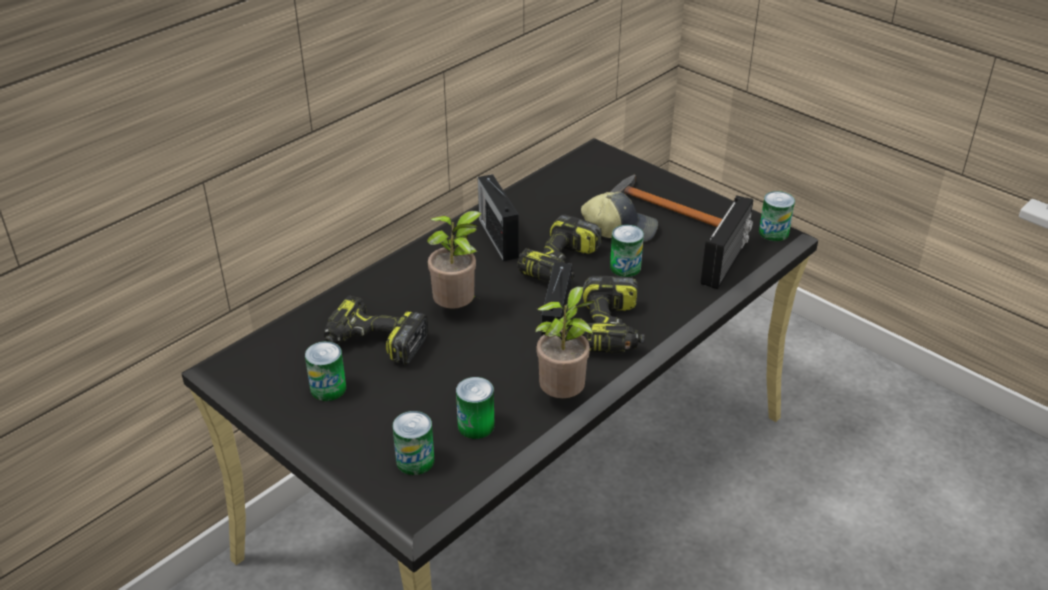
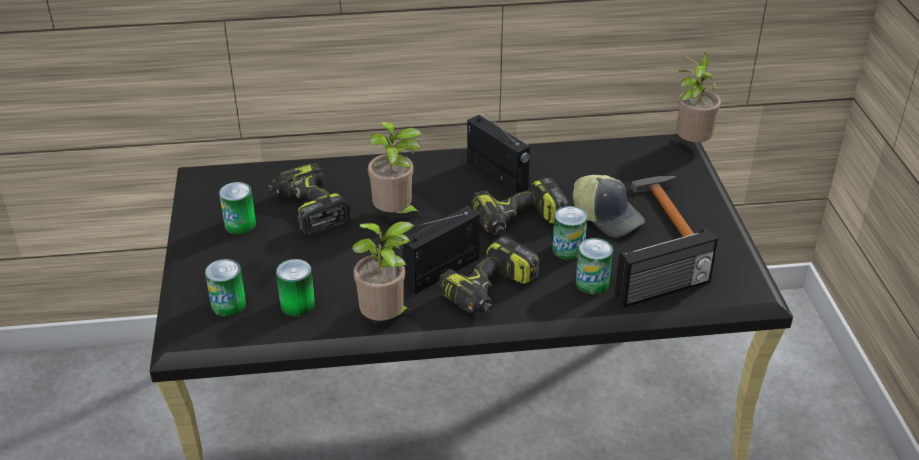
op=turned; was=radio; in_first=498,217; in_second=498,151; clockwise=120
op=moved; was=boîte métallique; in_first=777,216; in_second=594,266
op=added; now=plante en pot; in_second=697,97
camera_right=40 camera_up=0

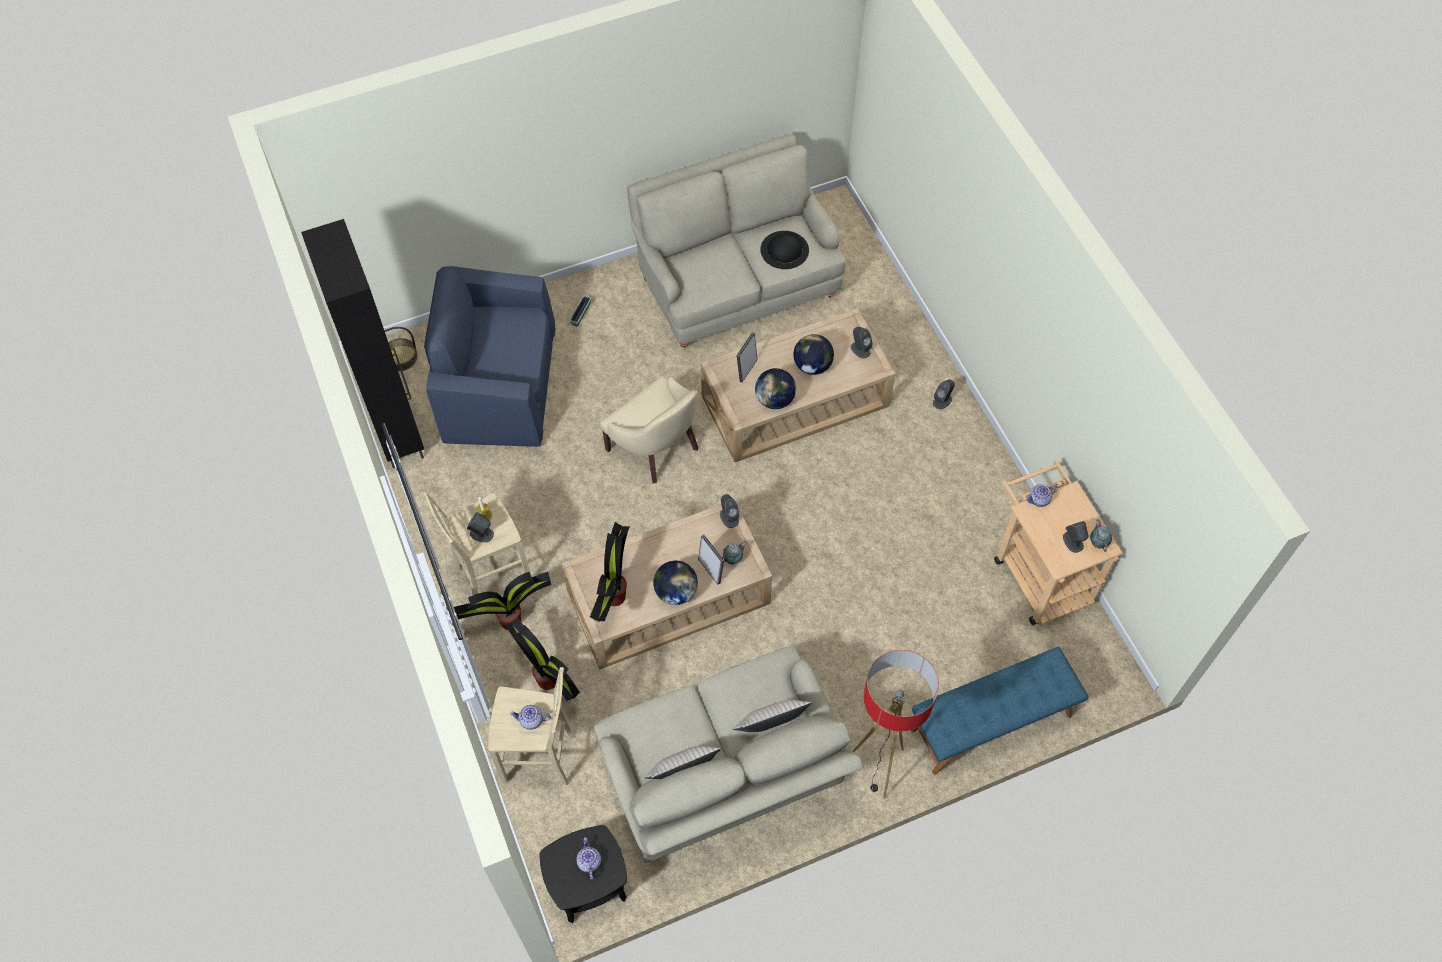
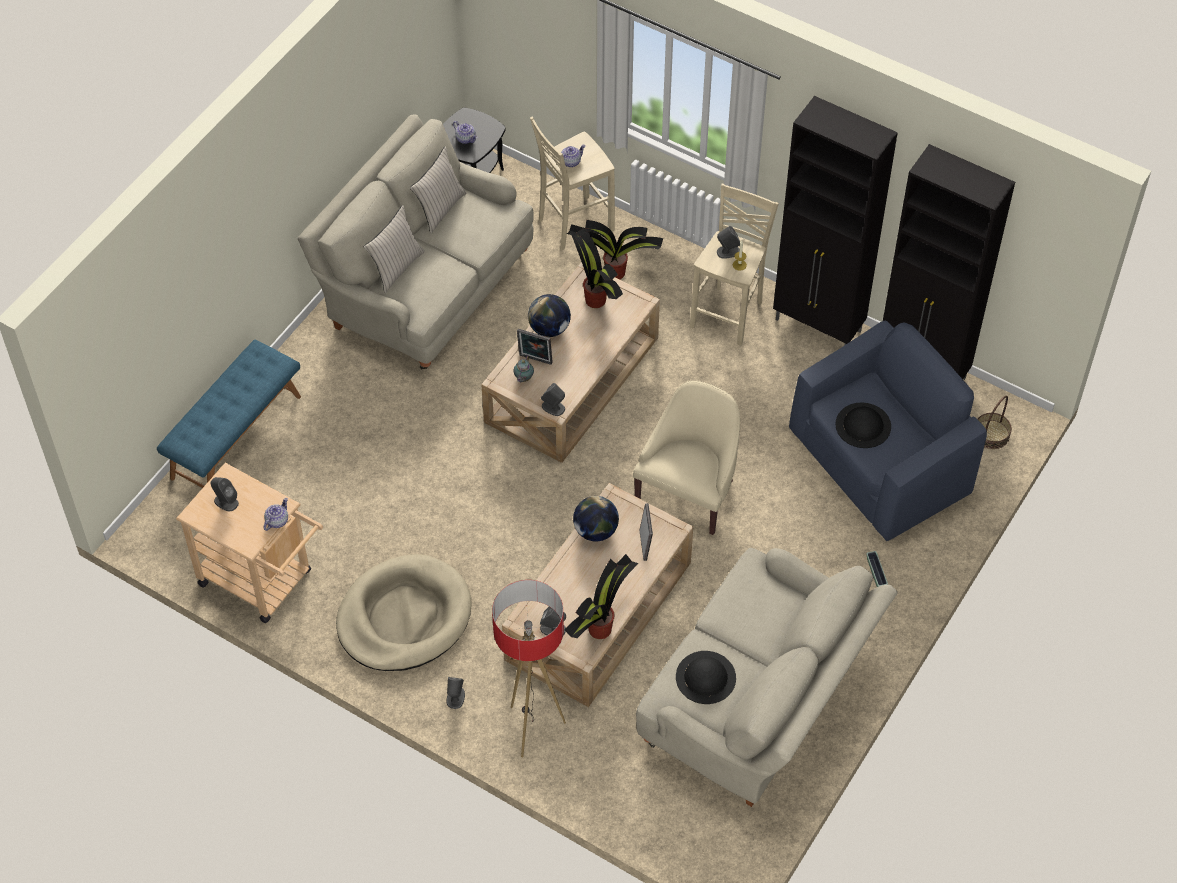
op=removed; was=globe; in_first=813,354
op=turned; was=fauteuil (beige); in_first=649,429; in_second=686,458; clockwise=105
op=removed; was=théière; in_first=1101,535
op=moved; was=plante en pot; in_first=502,601; in_second=601,596
op=moved; was=lampadaire; in_first=895,724; in_second=529,668
op=added; now=meuble de rangement (noir); in_second=835,221
op=added; now=chapeau (noir); in_second=863,425
op=added; now=panier pour chien (beige); in_second=404,612
camera_right=145 camera_up=-5

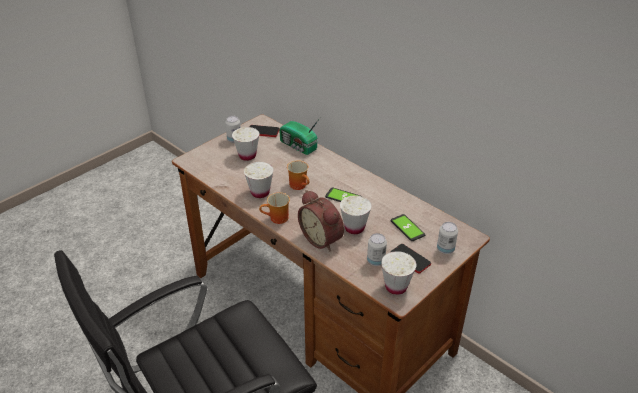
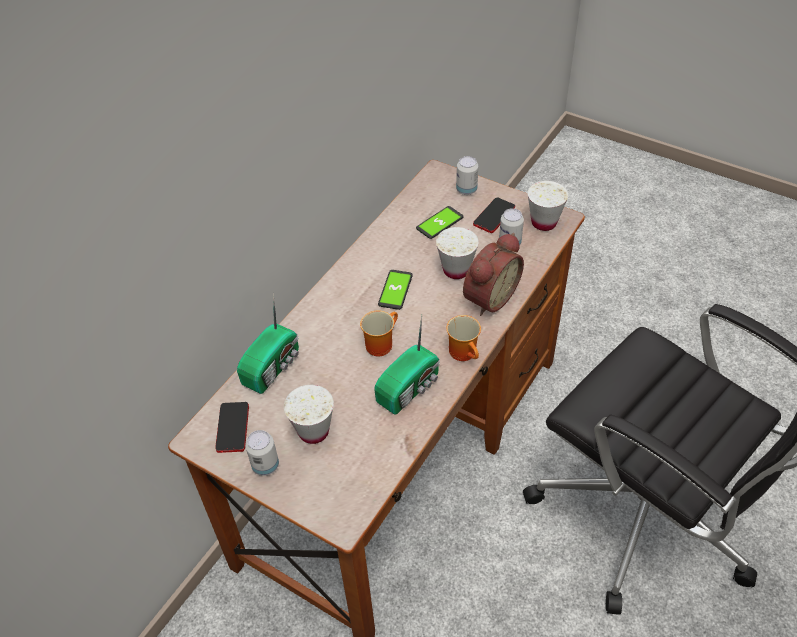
op=replaced; was=tasse (blanc); now=radio; in_first=258,180; in_second=407,365
camera_right=-100 camera_up=10

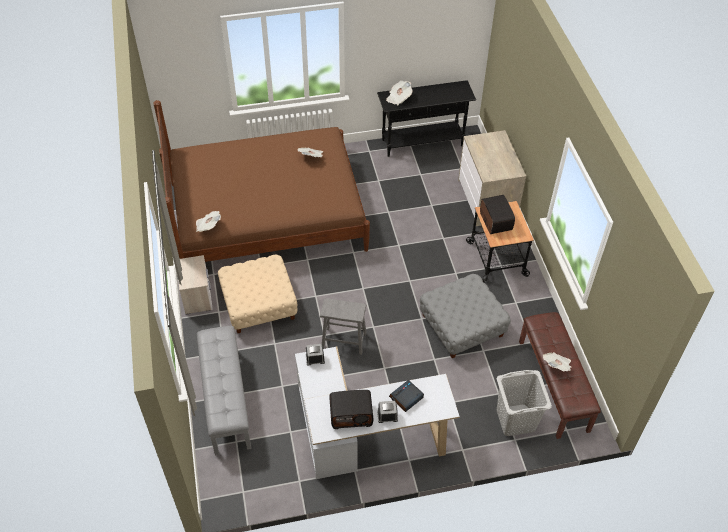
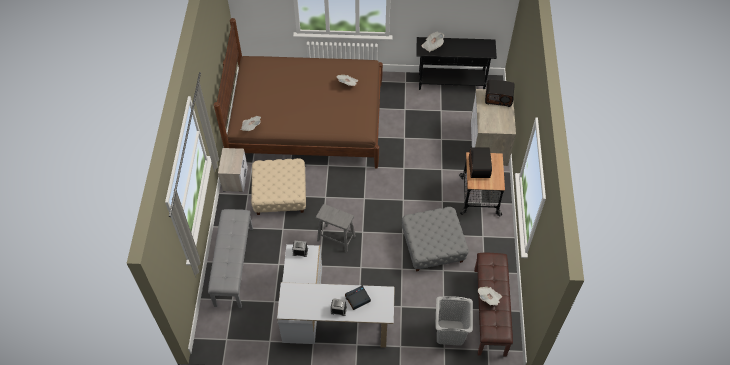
op=moved; was=radio; in_first=351,409; in_second=500,93
camera_right=15 camera_up=5

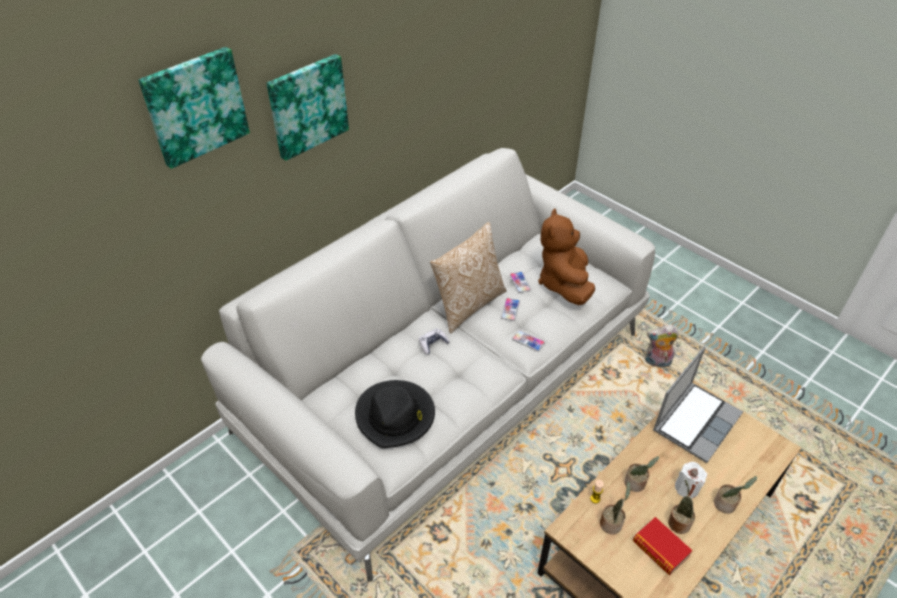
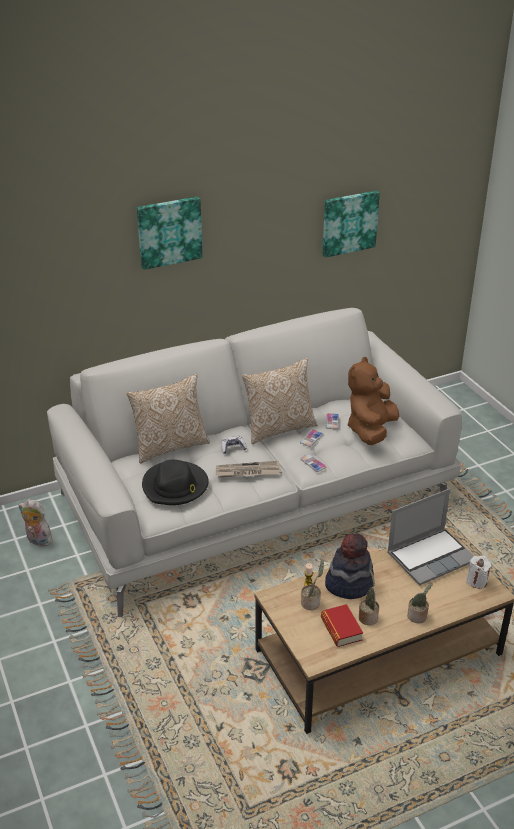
op=moved; was=tableau; in_first=194,108; in_second=351,224
op=moved; was=peluche; in_first=662,346; in_second=35,523
op=replaced; was=plante en pot; now=chapeau; in_first=641,474; in_second=349,566
op=moved; was=bougie (blanc); in_first=691,480; in_second=478,572
op=added; now=coussin; in_second=168,418
op=added; now=journal; in_second=249,469
camera_right=20 camera_up=-10

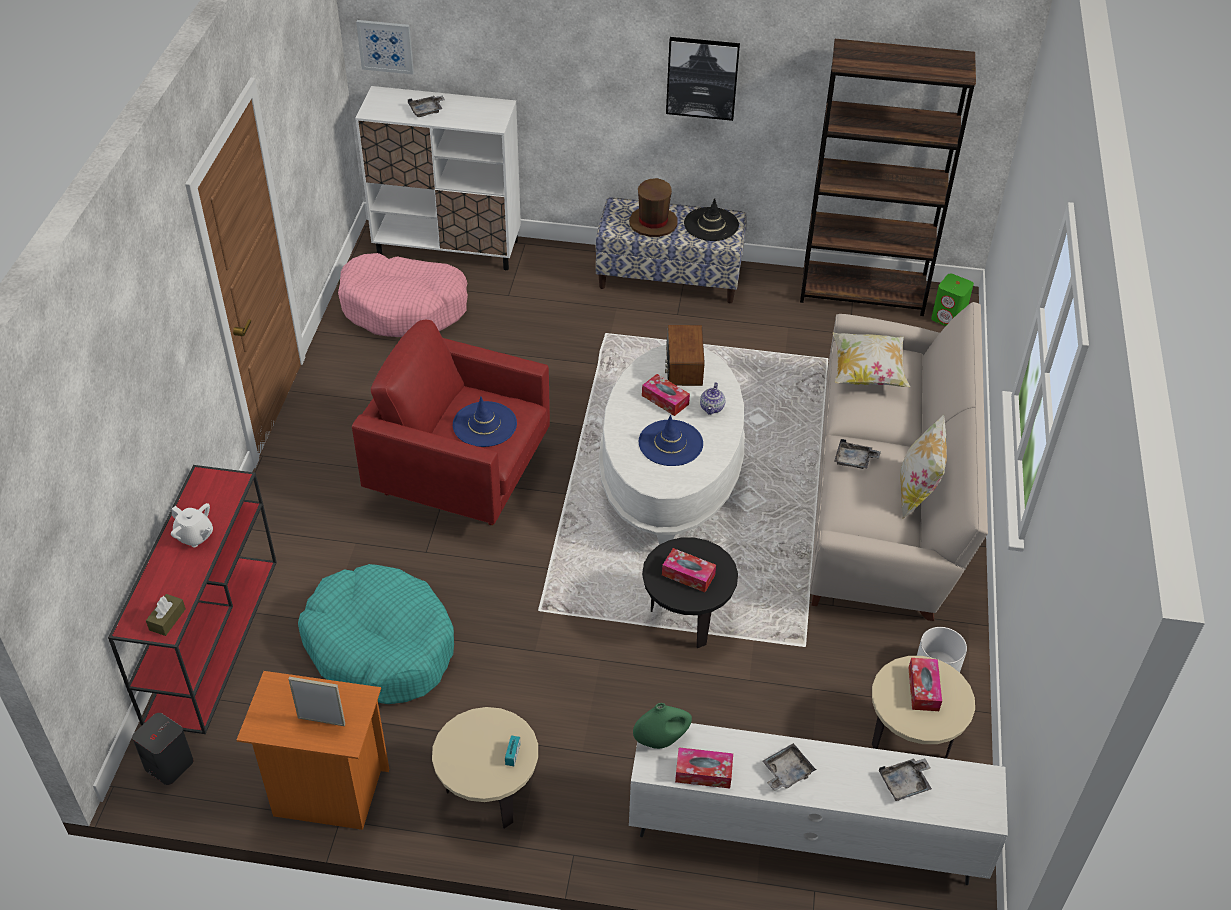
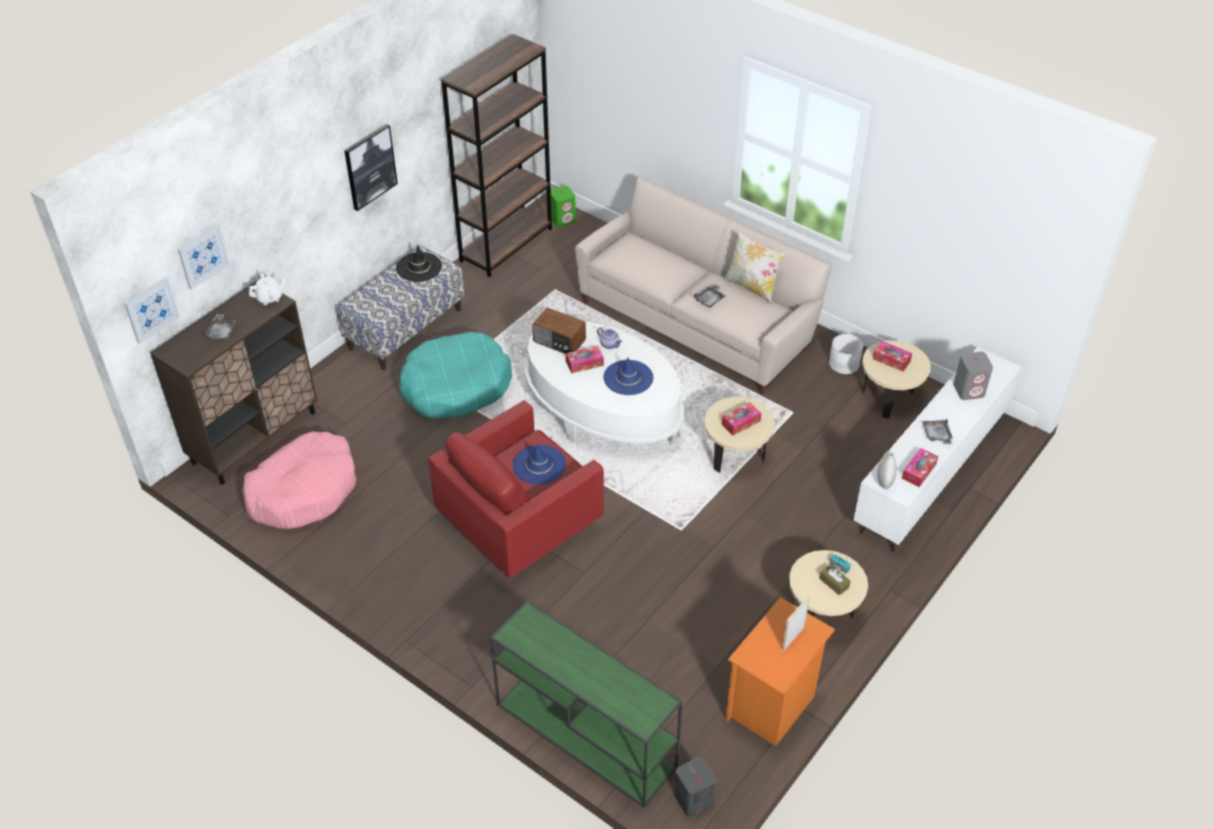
op=recoloured; was=meuble de rangement (blanc); now=meuble de rangement (marron); in_first=438,178; in_second=233,382
op=removed; was=chapeau (marron); in_first=653,207
op=removed; was=coussin; in_first=871,359
op=recoloured; was=table console (rouge); now=table console (vert); in_first=192,599; in_second=586,704
op=moved; was=théière (blanc); in_first=192,525; in_second=267,289
op=recoloured; was=table d'appoint (noir); now=table d'appoint (beige); in_first=690,593; in_second=739,435
op=moved; was=panier pour chien (turquoise); in_first=376,634; in_second=455,375
op=moved; was=boîte à mouchoirs (marron); in_first=166,615; in_second=835,579
op=recoloured; was=vase (vert); now=vase (blanc); in_first=662,726; in_second=887,470
op=replaced; was=plateau (gris); now=enceinte (gris); in_first=905,779; in_second=973,375
op=added; now=tableau; in_second=204,257
camera_right=-60 camera_up=0

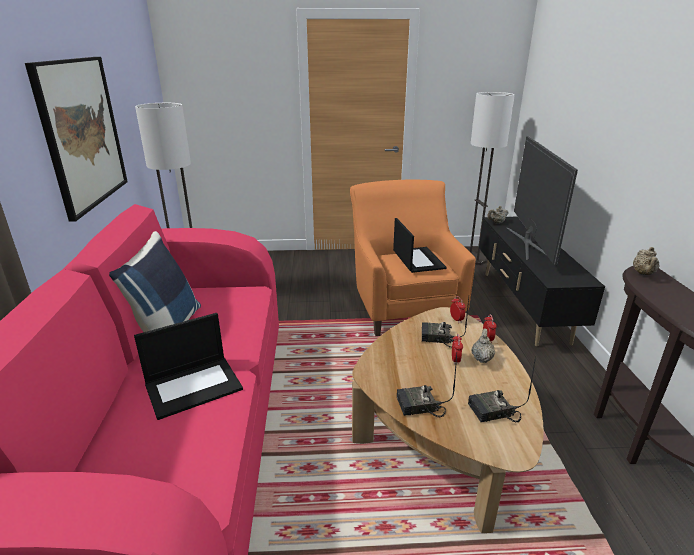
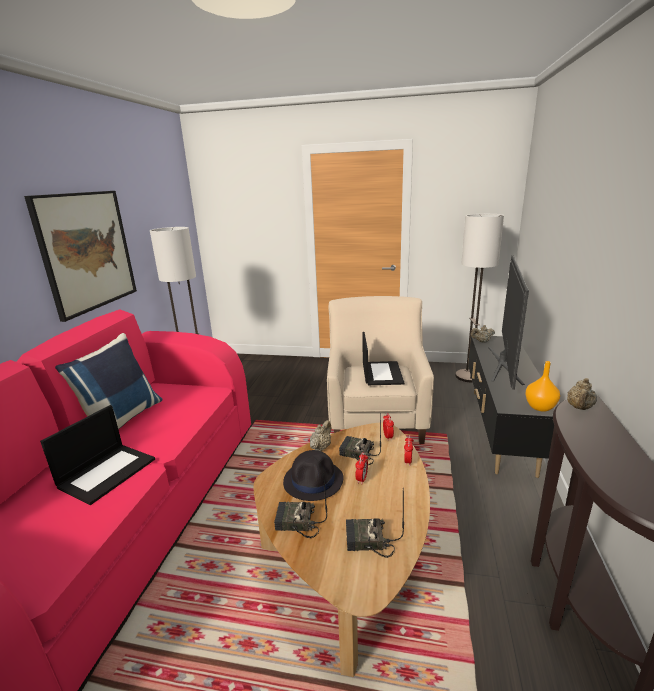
op=recoloured; was=fauteuil (orange); now=fauteuil (beige); in_first=413,258; in_second=380,370
op=turned; was=ordinateur portable; in_first=188,366; in_second=97,455; clockwise=-45
op=moved; was=théière (beige); in_first=483,345; in_second=320,435
op=added; now=vase (orange); in_second=542,386
op=added; now=chapeau (noir); in_second=313,475
camera_right=15 camera_up=-5

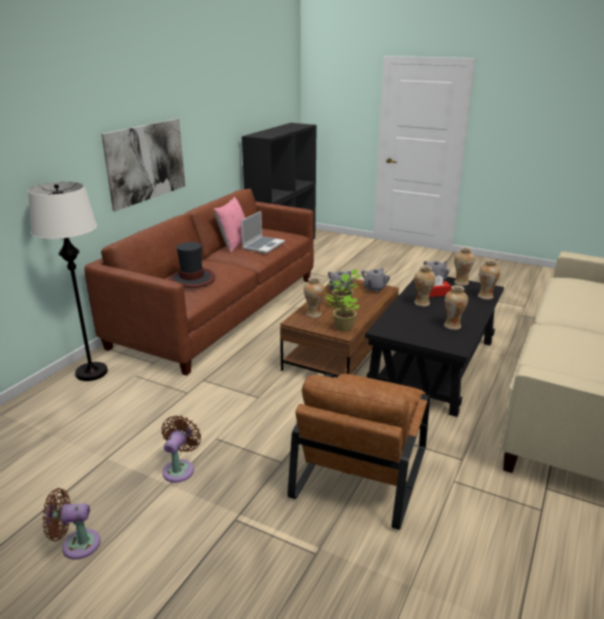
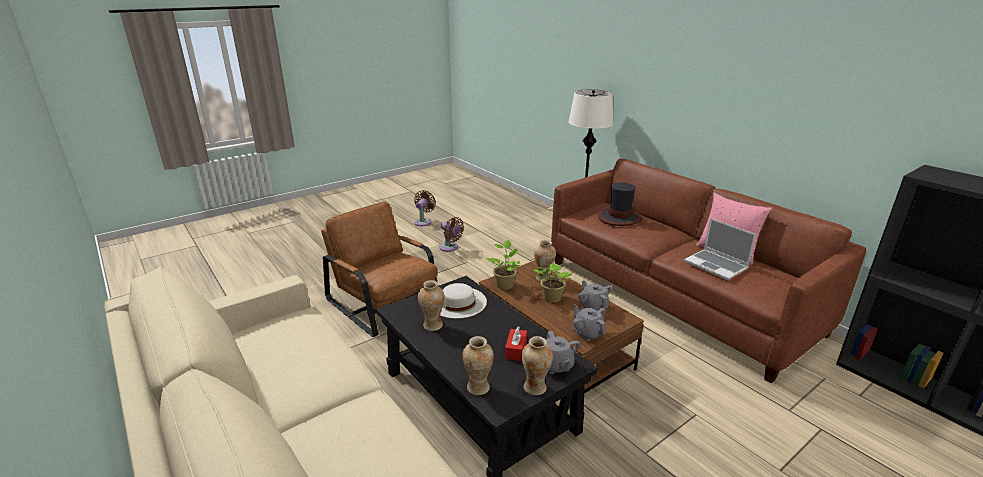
op=removed; was=tableau; in_first=143,165
op=removed; was=vase; in_first=425,286
op=added; now=chapeau (blanc); in_second=463,301
camera_right=115 camera_up=0

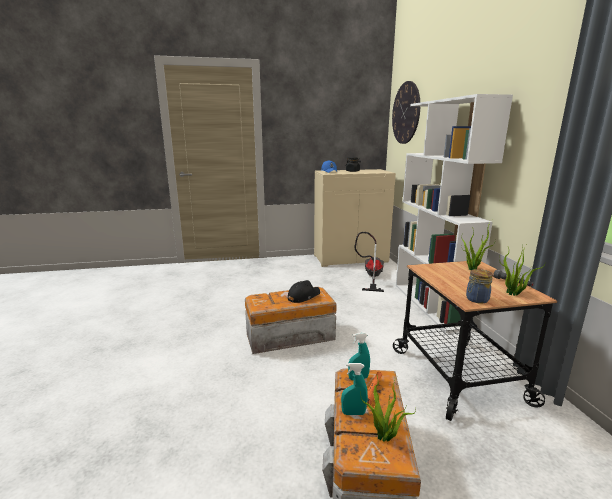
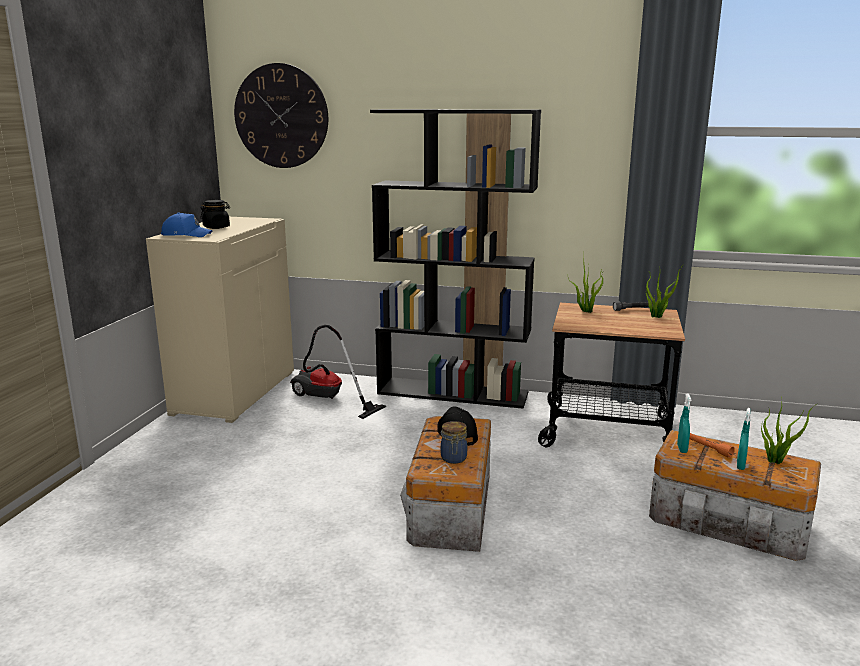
op=recoloured; was=bibliothèque (blanc); now=bibliothèque (noir); in_first=454,213; in_second=455,259
op=moved; was=bocal; in_first=479,286; in_second=454,442
camera_right=-65 camera_up=0

